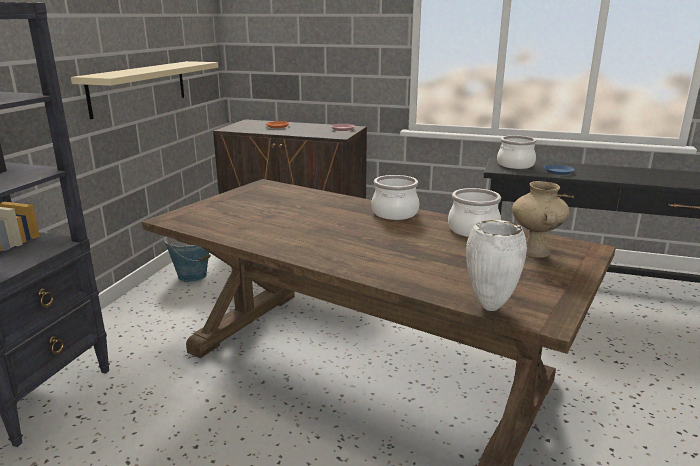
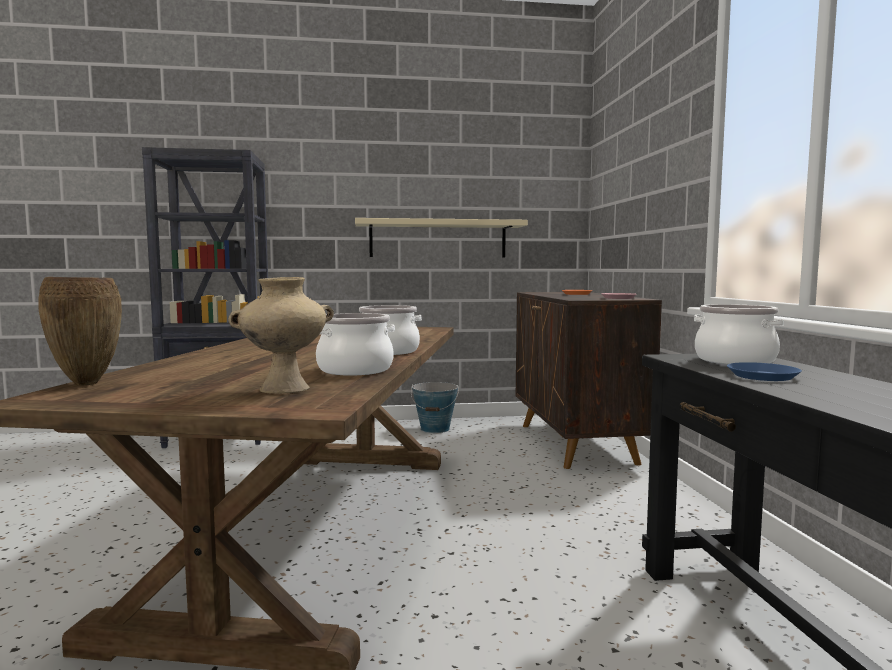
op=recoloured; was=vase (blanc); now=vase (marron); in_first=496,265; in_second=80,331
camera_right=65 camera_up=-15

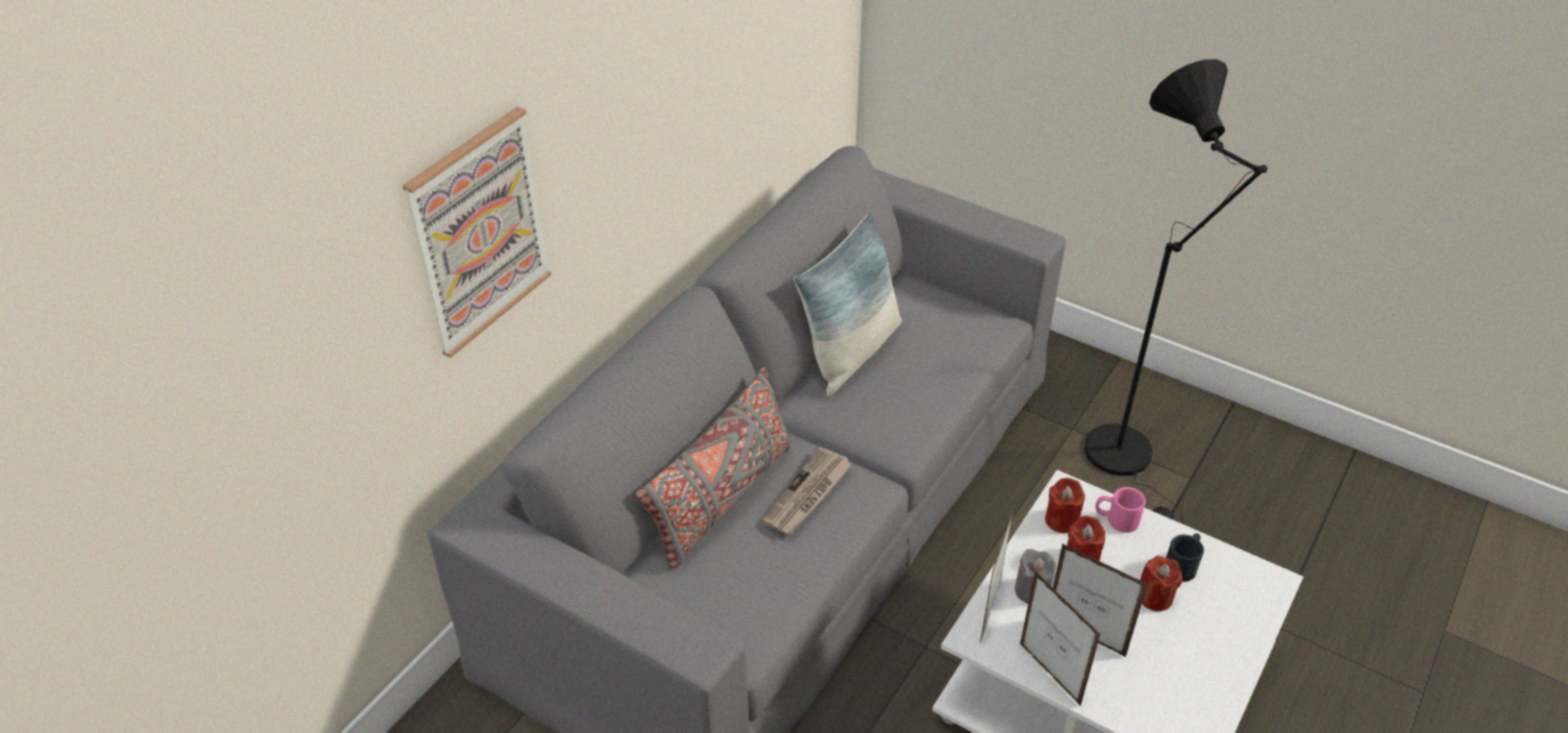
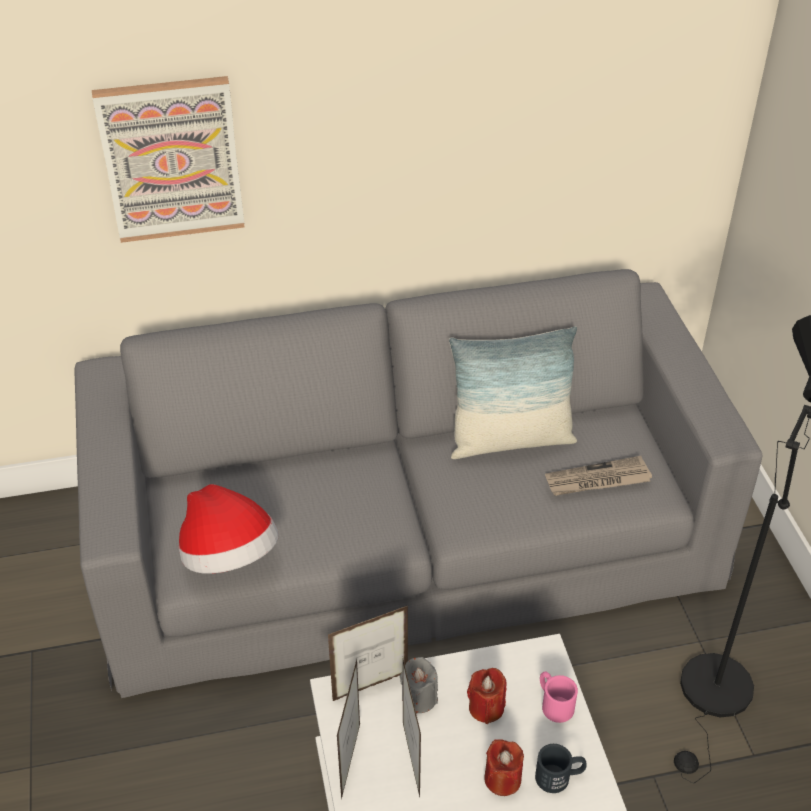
op=removed; was=coussin (gris); in_first=713,468
op=moved; was=journal; in_first=806,491; in_second=598,476
op=removed; was=bougie (rouge); in_first=1065,505
op=added; now=chapeau; in_second=228,529
camera_right=45 camera_up=0

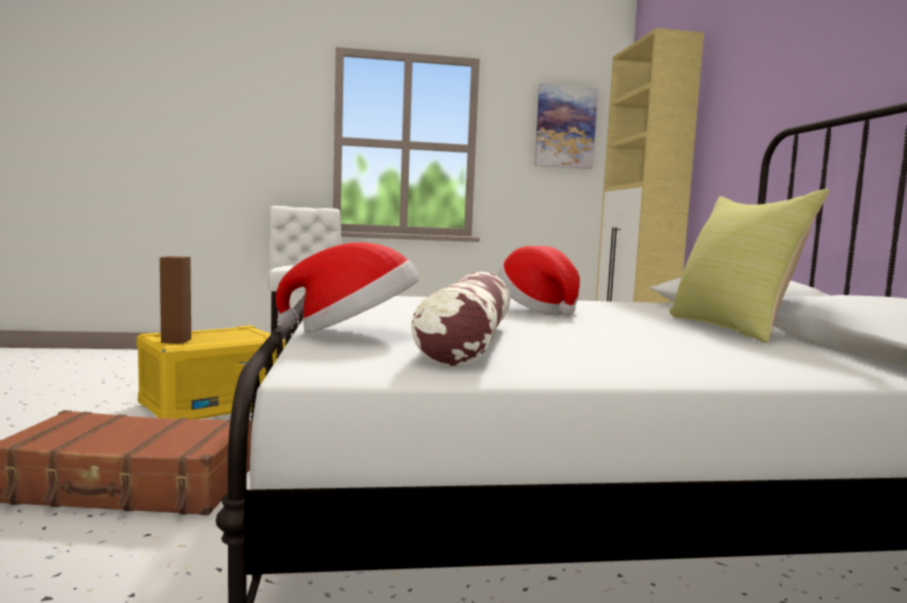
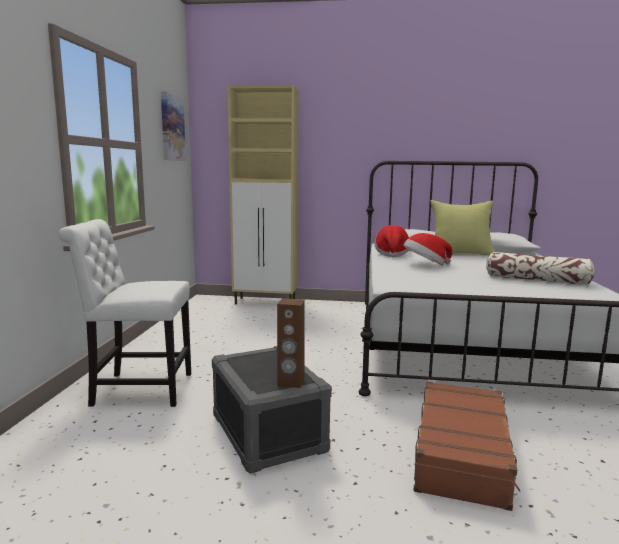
op=moved; was=chapeau; in_first=347,287; in_second=391,241
op=recoloured; was=boîte de rangement (jaune); now=boîte de rangement (gris); in_first=211,372; in_second=272,410
camera_right=-75 camera_up=5

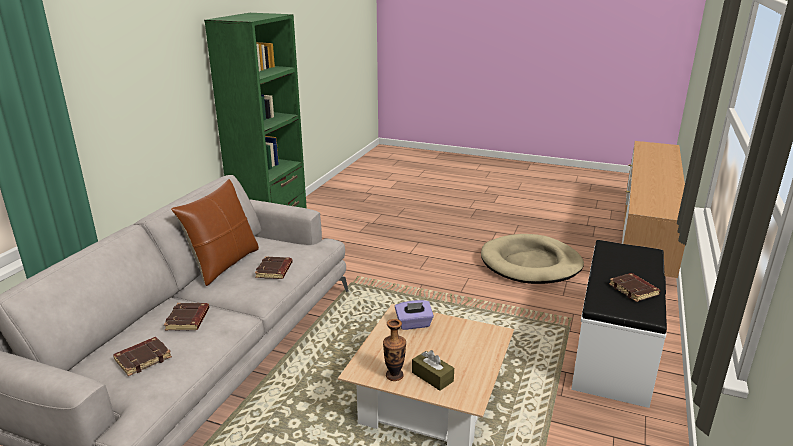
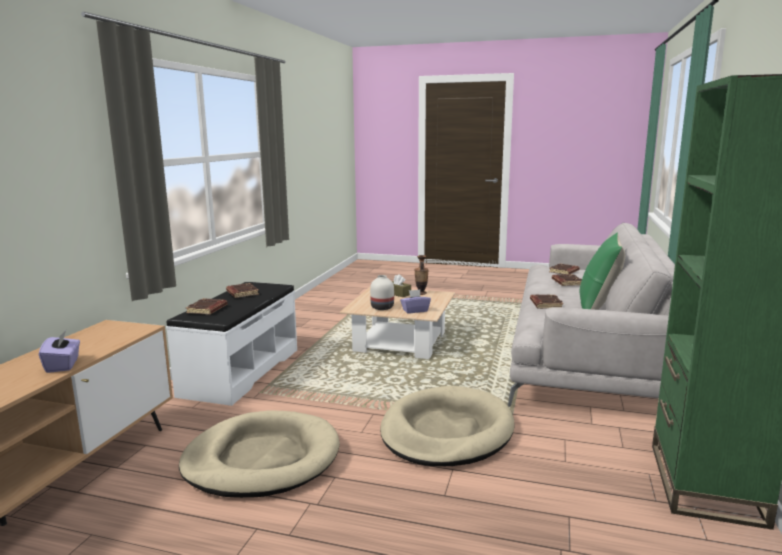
op=recoloured; was=coussin (marron); now=coussin (vert); in_first=215,232; in_second=602,271
op=added; now=vase (blanc); in_second=382,292
op=added; now=livre (marron); in_second=206,306
op=added; now=boîte à mouchoirs (violet); in_second=59,351
op=added; now=panier pour chien (beige); in_second=447,426
camera_right=175 camera_up=-10

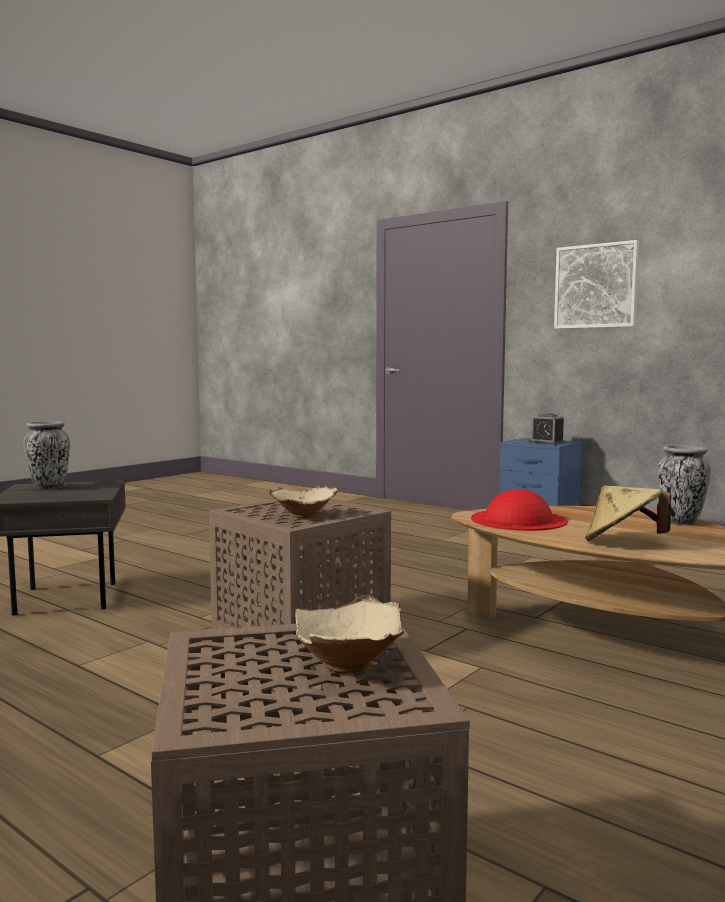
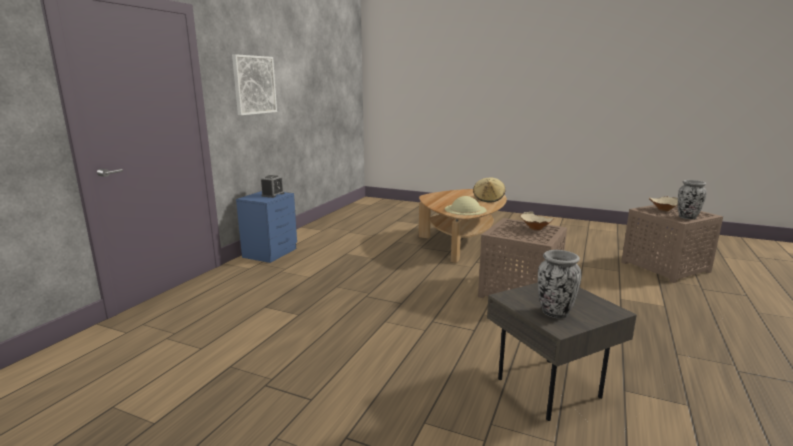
op=moved; was=vase; in_first=684,485; in_second=692,199
op=recoloured; was=chapeau (rouge); now=chapeau (beige); in_first=519,510; in_second=466,205
camera_right=-105 camera_up=10

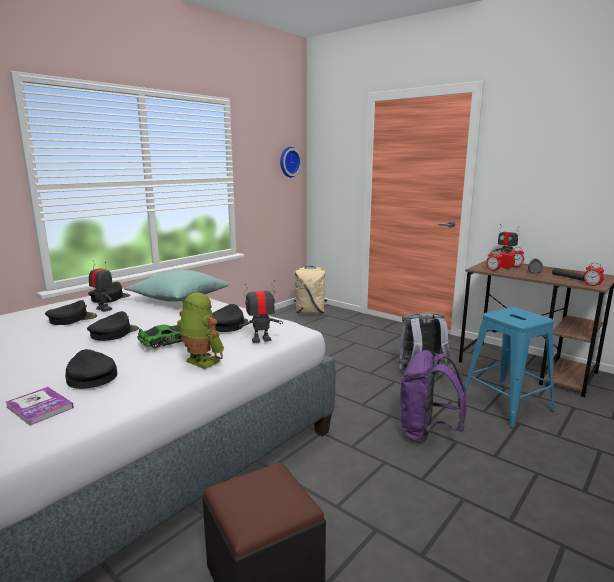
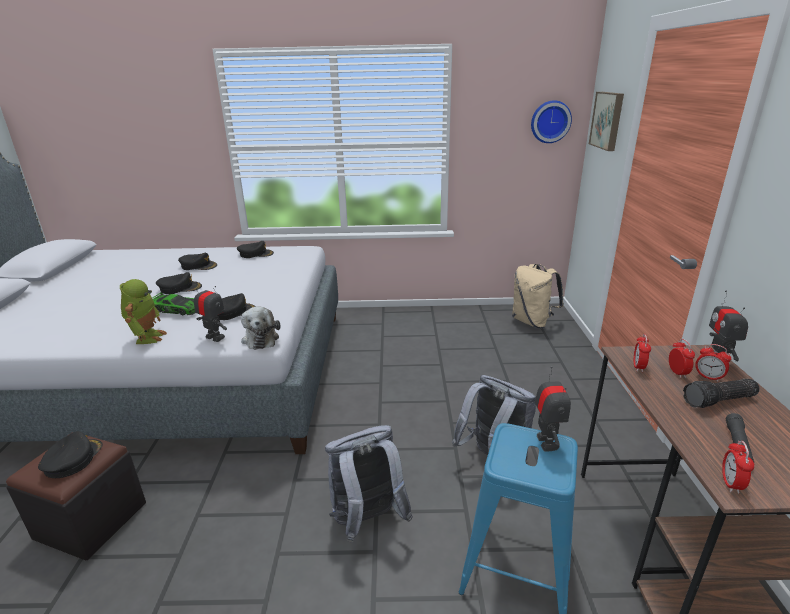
op=moved; was=robot jouet; in_first=101,286; in_second=553,409
op=removed; was=coussin (turquoise); in_first=176,286
op=moved; was=casquette (noir); in_first=91,369; in_second=70,454
op=recoloured; was=sac à dos (violet); now=sac à dos (gris); in_first=433,396; in_second=369,483
op=removed; was=livre; in_first=40,406
op=added; now=tableau; in_second=606,121
op=added; now=peluche; in_second=260,328
camera_right=50 camera_up=10

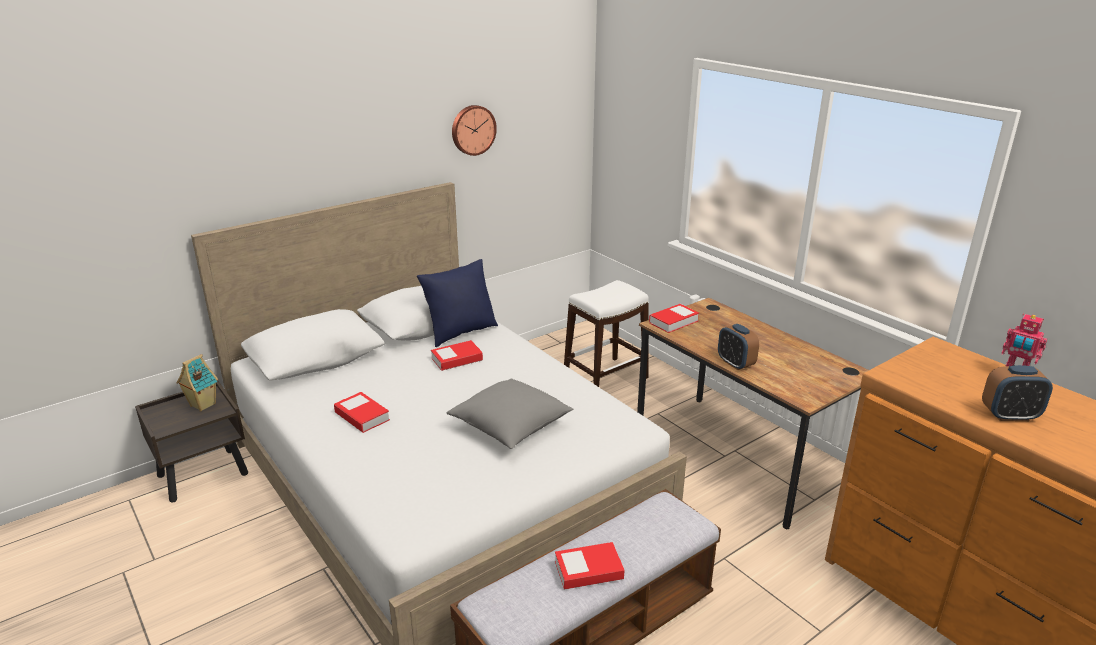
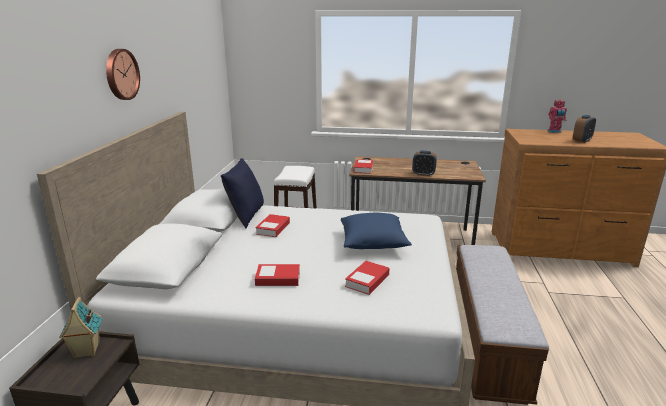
op=moved; was=horloge murale; in_first=474,130; in_second=123,74
op=recoloured; was=coussin (gris); now=coussin (bleu); in_first=510,413; in_second=376,231
op=moved; was=livre; in_first=589,566; in_second=367,278
camera_right=-45 camera_up=-5

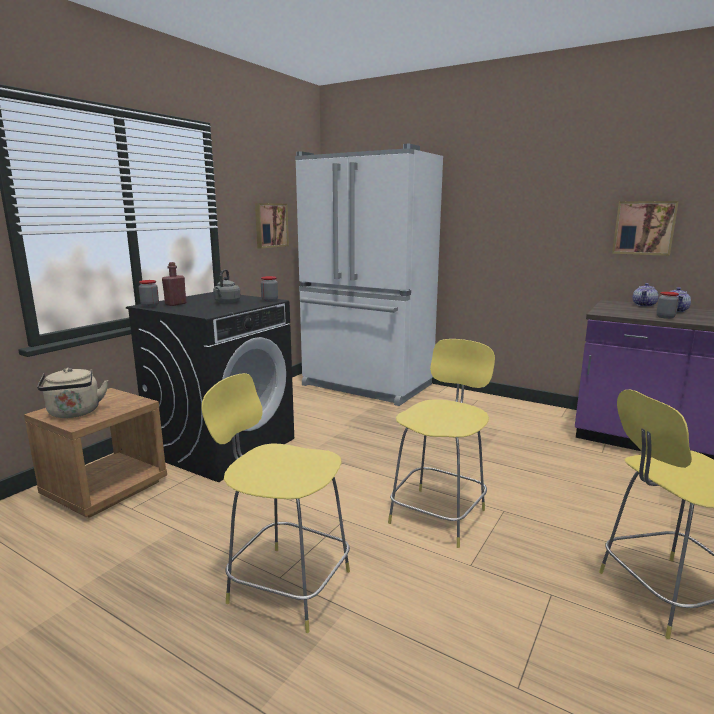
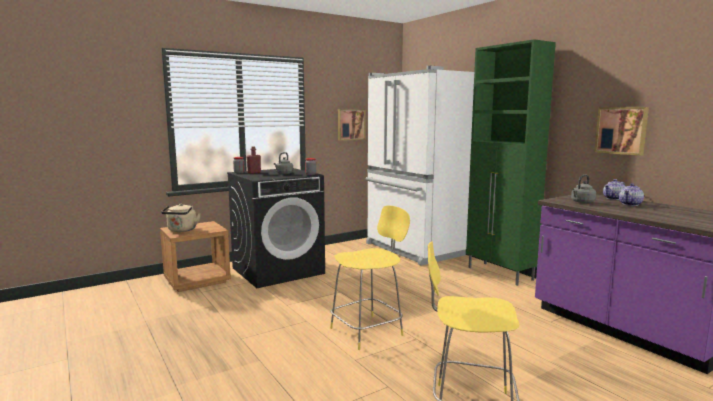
op=removed; was=bocal; in_first=668,305
op=removed; was=tabouret (jaune); in_first=275,503
op=added; now=meuble de rangement (vert); in_second=511,162
op=added; now=bouilloire (gris); in_second=583,189
camera_right=25 camera_up=-5

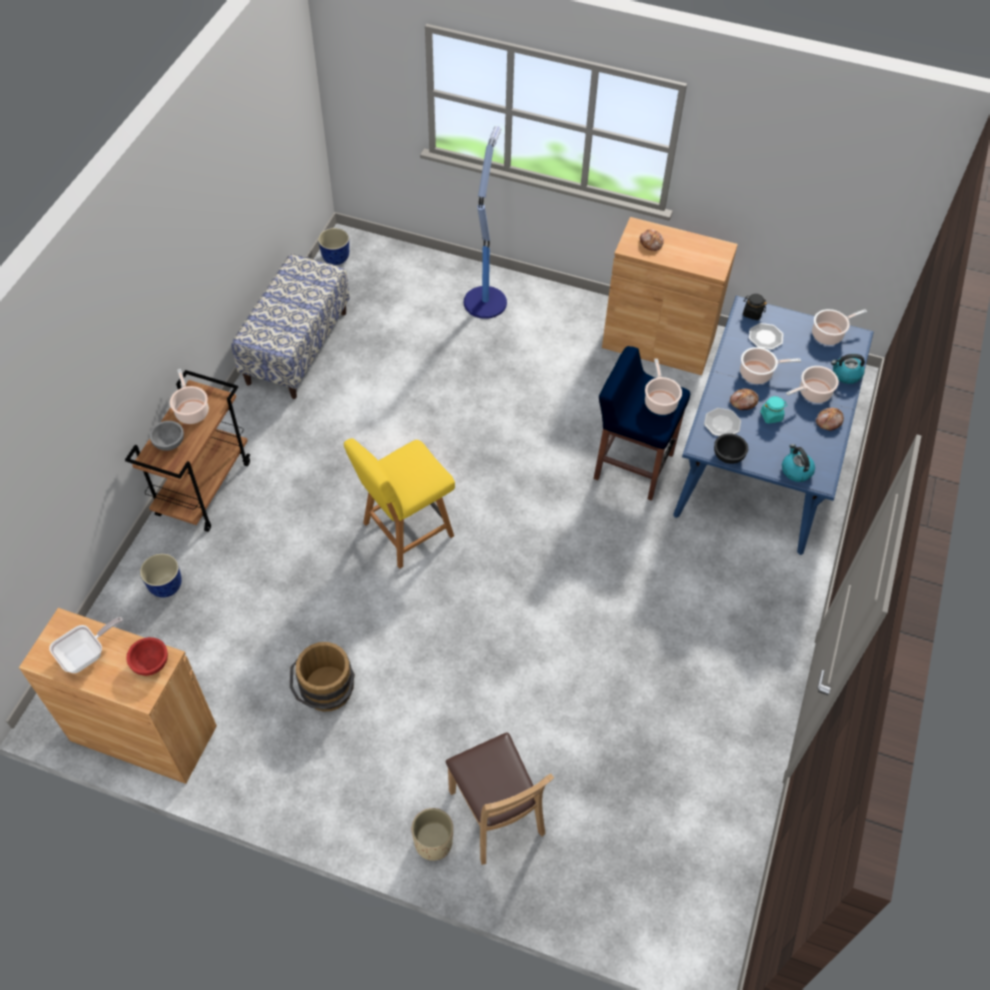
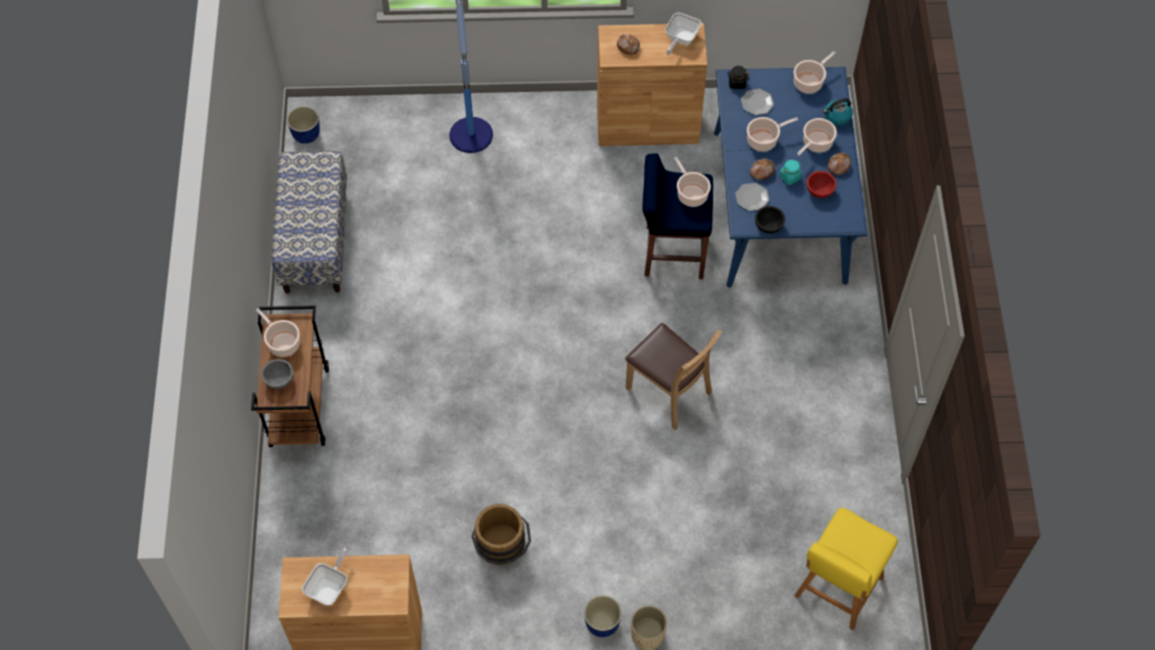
op=moved; was=chaise (jaune); in_first=399,503; in_second=846,569
op=removed; was=bouilloire; in_first=798,463
op=moved; was=cache-pot; in_first=161,575; in_second=603,616
op=moved; was=bol (rouge); in_first=147,656; in_second=822,184
op=moved; was=chaise (marron); in_first=500,798; in_second=673,376
op=added; now=poêle; in_second=683,33
camera_right=-20 camera_up=5

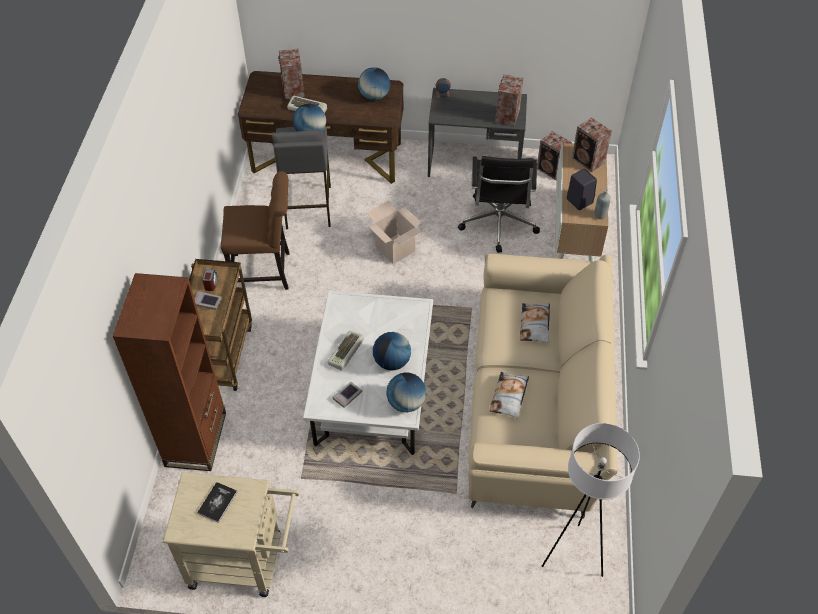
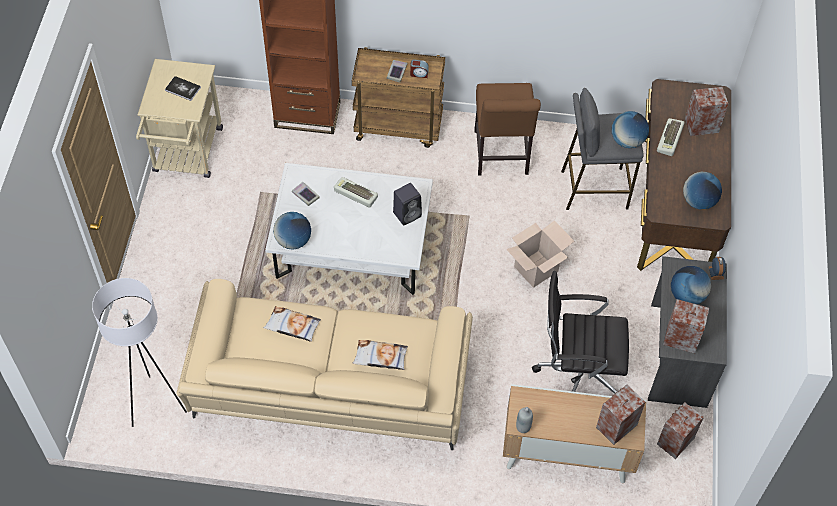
op=moved; was=enceinte (noir); in_first=582,189; in_second=407,204
op=moved; was=globe; in_first=392,351; in_second=691,285
camera_right=90 camera_up=5

